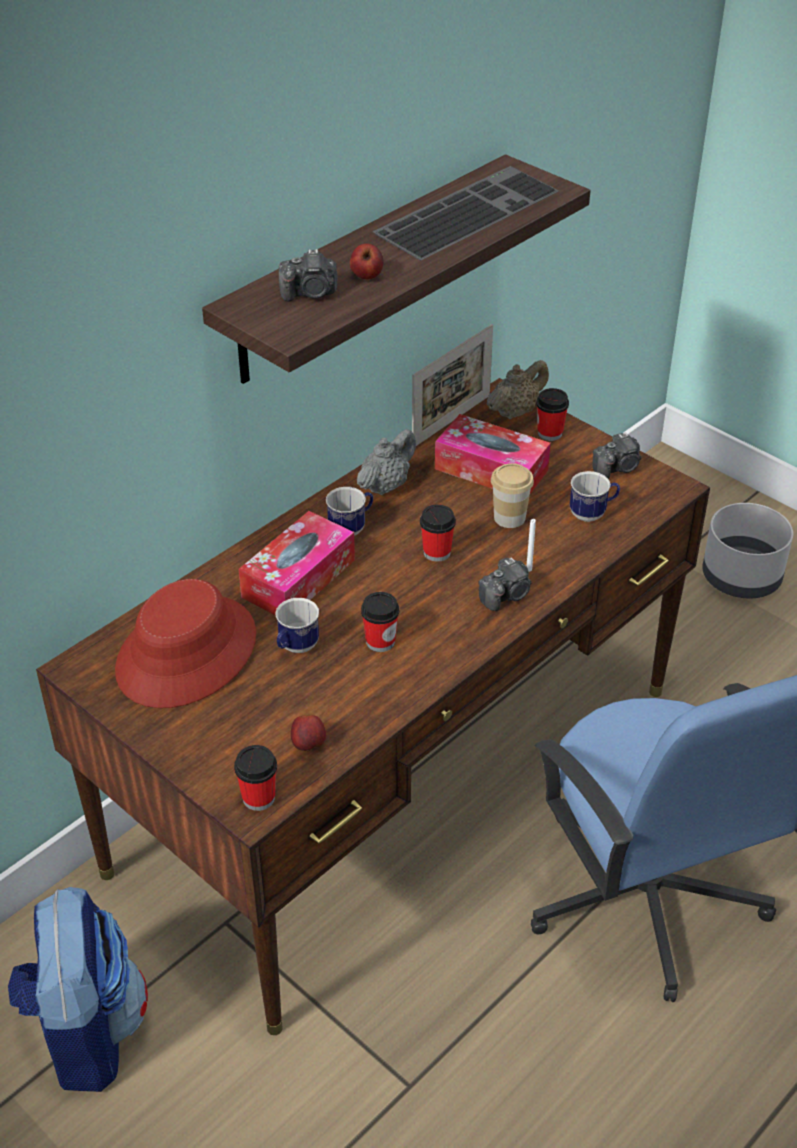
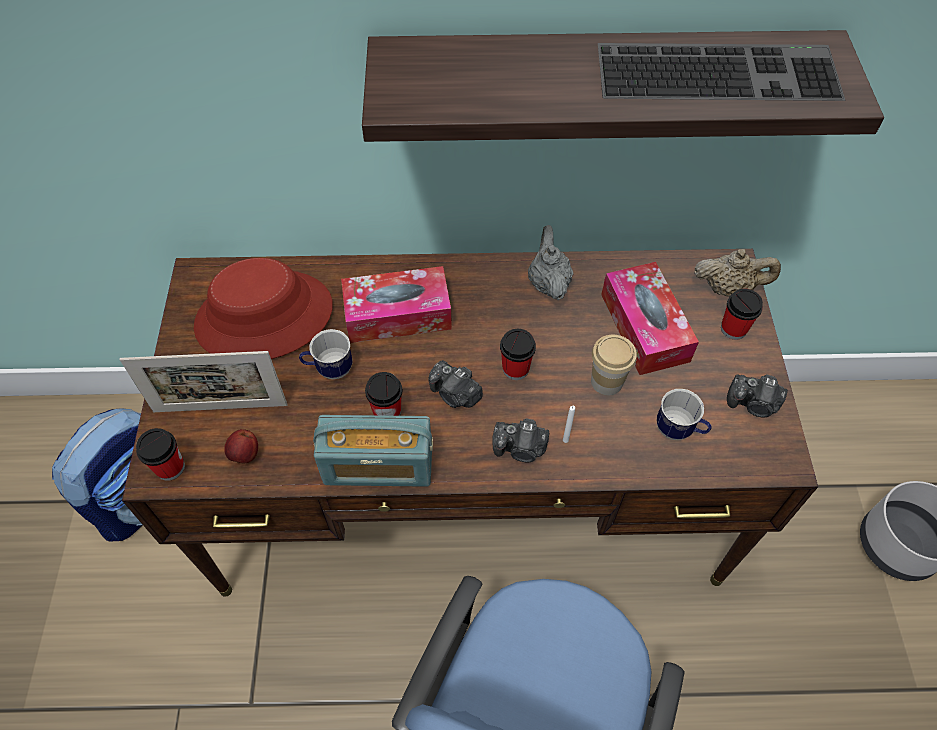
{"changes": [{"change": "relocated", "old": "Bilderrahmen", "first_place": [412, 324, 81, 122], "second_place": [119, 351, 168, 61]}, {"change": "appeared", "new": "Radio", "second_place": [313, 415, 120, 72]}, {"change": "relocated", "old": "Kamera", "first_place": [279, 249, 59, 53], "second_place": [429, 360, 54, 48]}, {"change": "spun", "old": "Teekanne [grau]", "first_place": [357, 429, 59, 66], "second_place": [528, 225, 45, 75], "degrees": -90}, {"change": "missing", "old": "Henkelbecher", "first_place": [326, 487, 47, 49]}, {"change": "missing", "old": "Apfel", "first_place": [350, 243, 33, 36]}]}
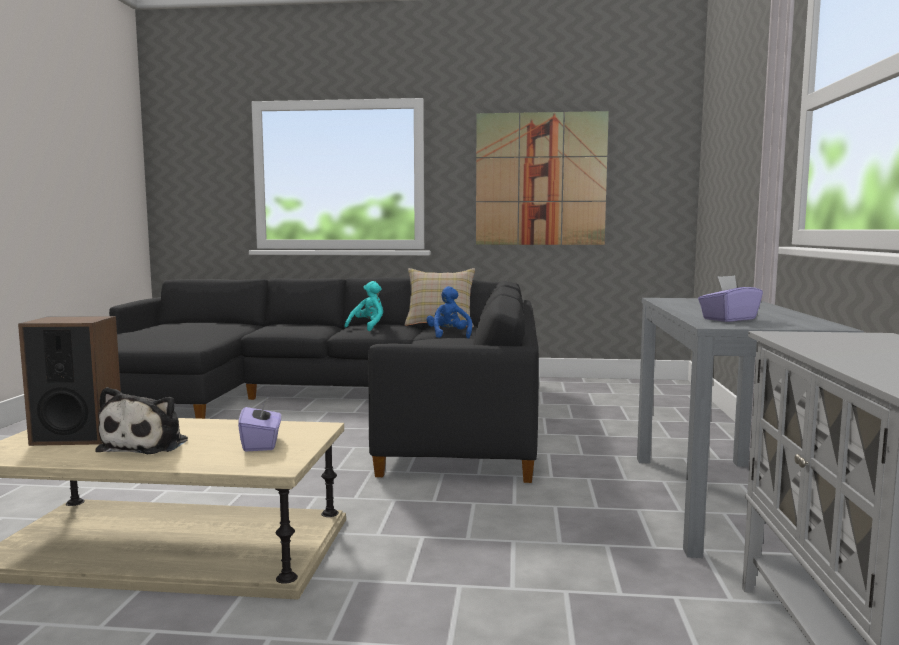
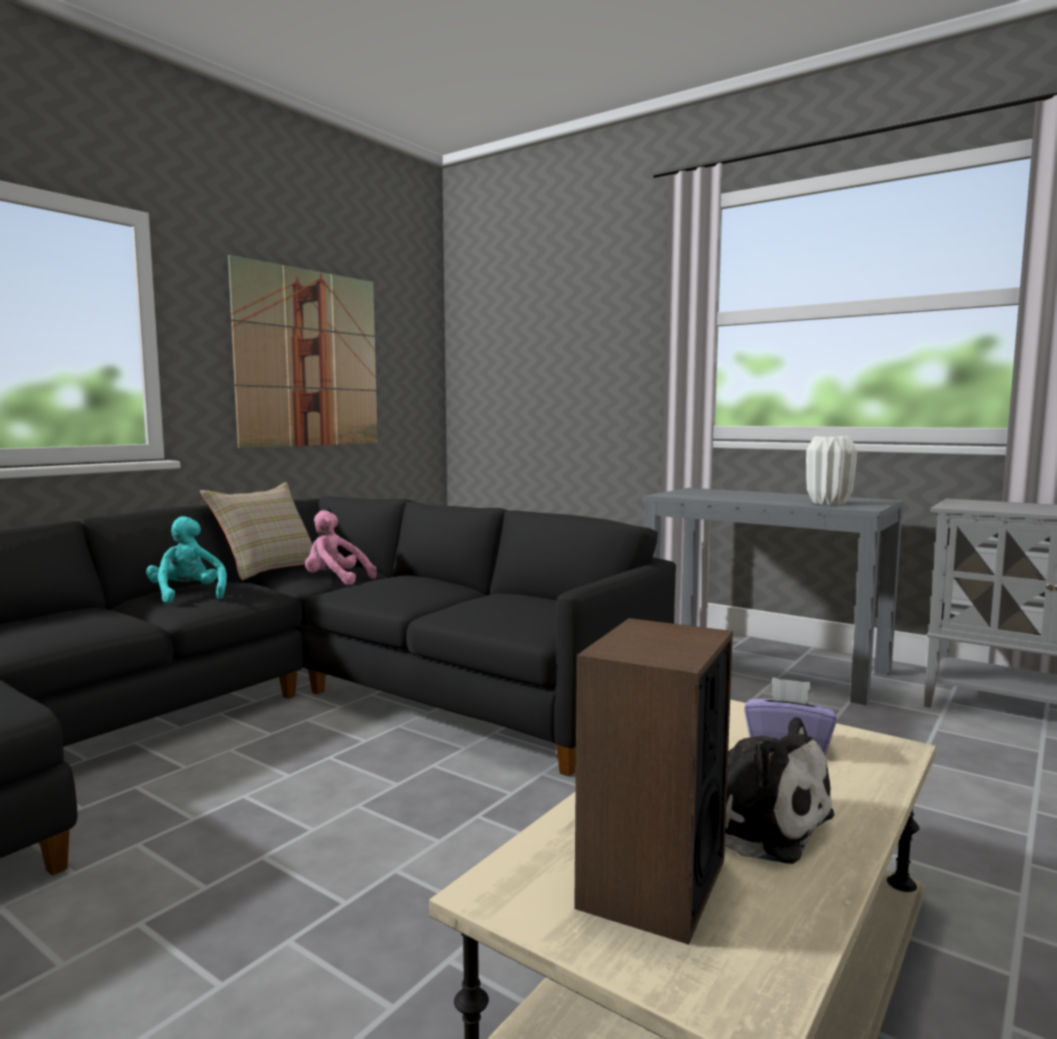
{"changes": [{"change": "colour", "old": "Plüschtier [blau]", "new": "Plüschtier [rosa]", "first_place": [426, 286, 46, 52], "second_place": [305, 510, 72, 75]}, {"change": "exchanged", "old": "Taschentuchbox [lila]", "new": "Vase [weiß]", "first_place": [698, 275, 65, 47], "second_place": [806, 436, 51, 69]}]}
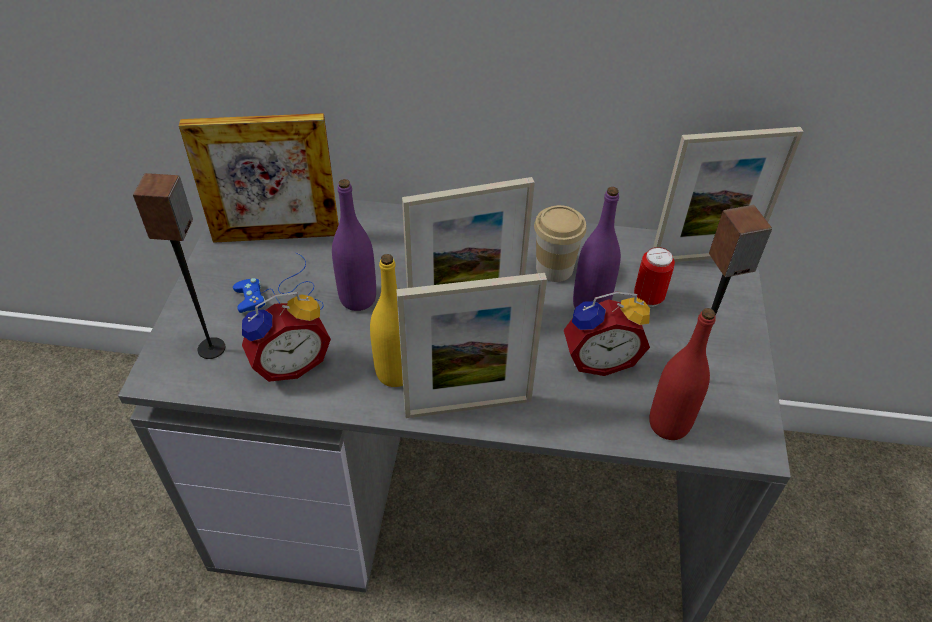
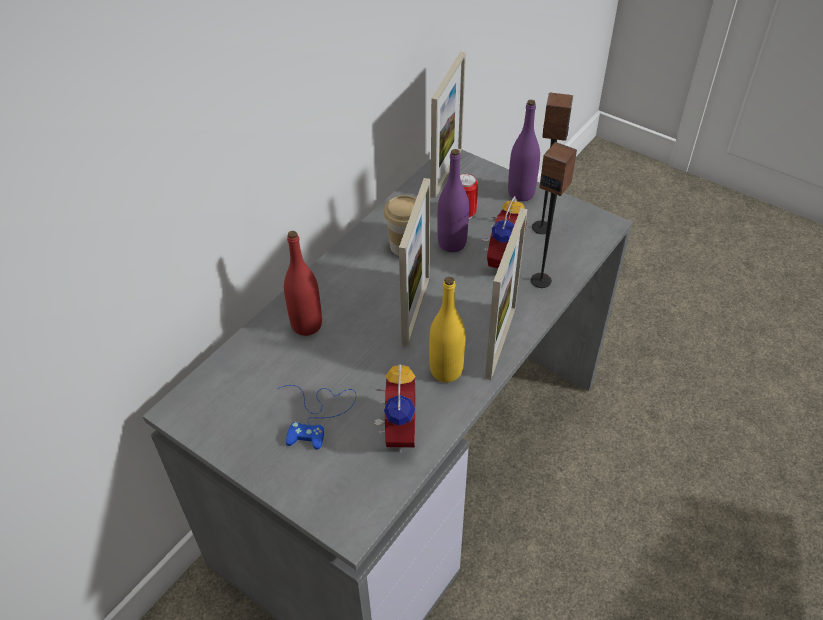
{"changes": [{"change": "relocated", "old": "Flasche [rot]", "first_place": [649, 308, 67, 132], "second_place": [284, 231, 38, 105]}, {"change": "relocated", "old": "Flasche [lila]", "first_place": [332, 179, 44, 132], "second_place": [508, 100, 32, 101]}, {"change": "relocated", "old": "Lautsprecher", "first_place": [133, 173, 92, 186], "second_place": [531, 142, 46, 146]}, {"change": "missing", "old": "Bilderrahmen", "first_place": [179, 113, 160, 130]}]}
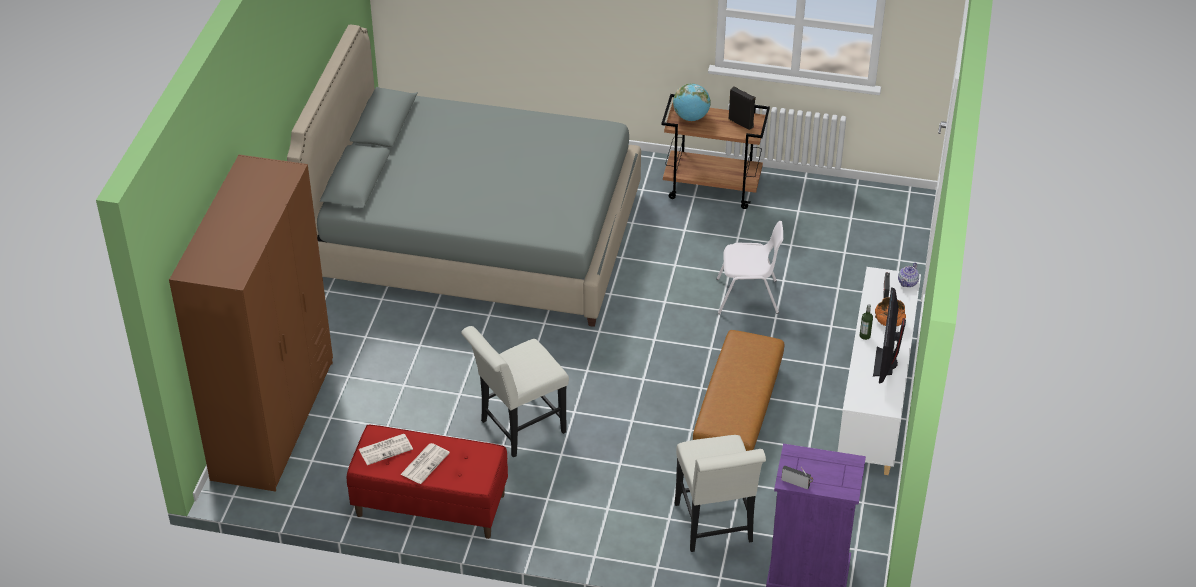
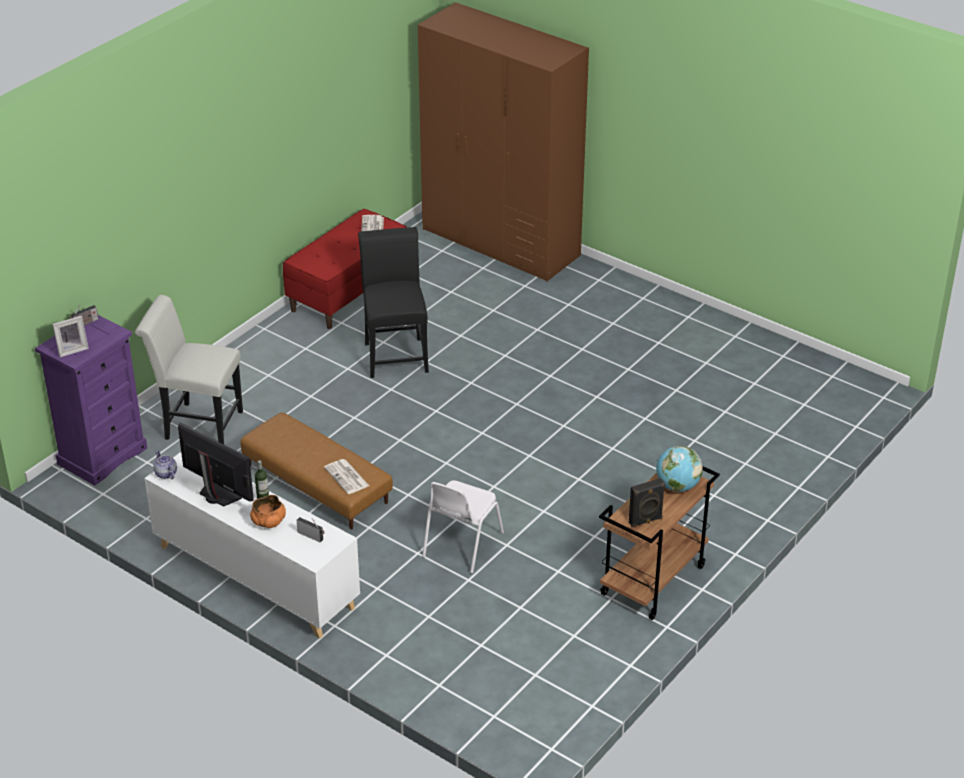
{"changes": [{"change": "appeared", "new": "Bilderrahmen", "second_place": [52, 316, 37, 41]}, {"change": "relocated", "old": "Teekanne", "first_place": [898, 263, 21, 24], "second_place": [153, 450, 24, 29]}, {"change": "relocated", "old": "Zeitung", "first_place": [400, 443, 50, 41], "second_place": [324, 459, 45, 35]}, {"change": "colour", "old": "Stuhl [weiß]", "new": "Stuhl [schwarz]", "first_place": [461, 326, 108, 132], "second_place": [358, 227, 71, 151]}, {"change": "missing", "old": "Bett [grau]", "first_place": [287, 25, 354, 302]}]}
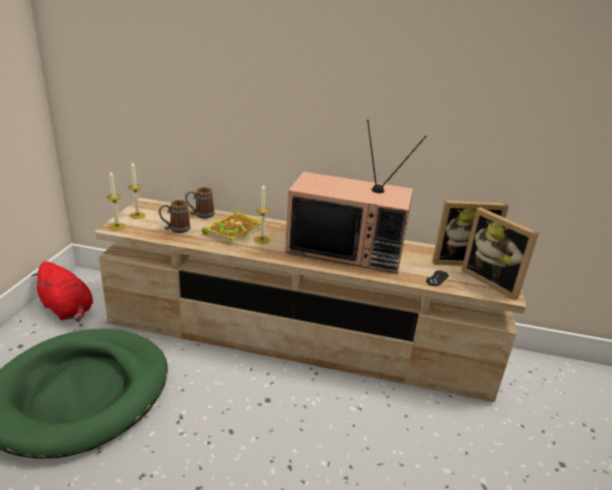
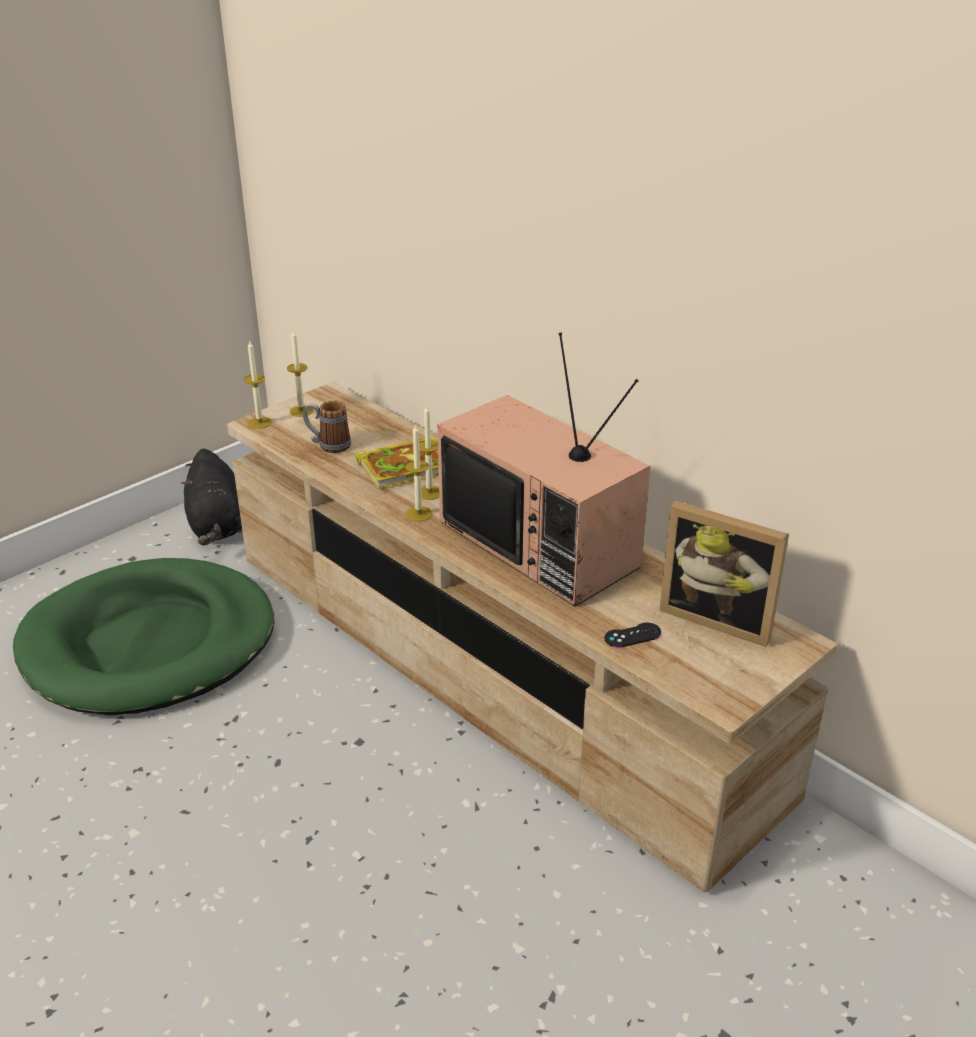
{"changes": [{"change": "colour", "old": "Plüschtier [rot]", "new": "Plüschtier [schwarz]", "first_place": [31, 261, 62, 60], "second_place": [181, 449, 61, 96]}, {"change": "appeared", "new": "Kerze", "second_place": [405, 424, 28, 98]}, {"change": "missing", "old": "Henkelbecher", "first_place": [185, 187, 29, 31]}, {"change": "missing", "old": "Bilderrahmen", "first_place": [461, 207, 78, 93]}]}
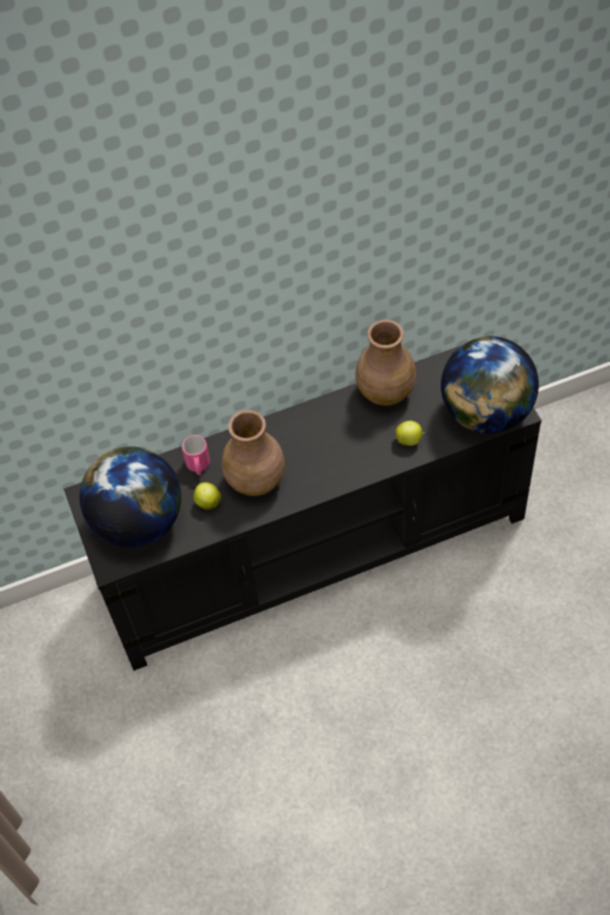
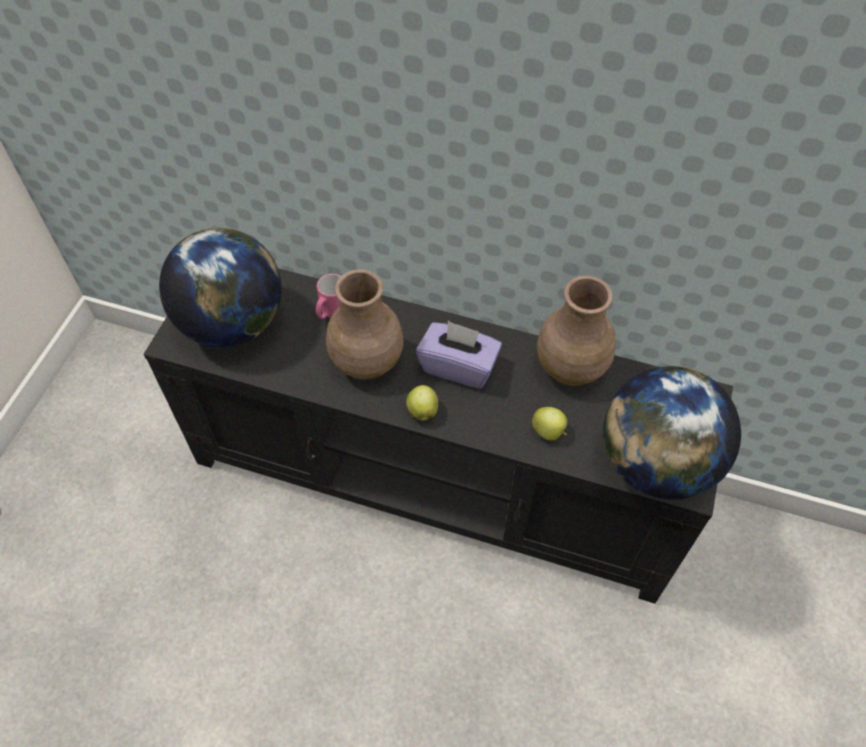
{"changes": [{"change": "relocated", "old": "Apfel", "first_place": [194, 482, 27, 28], "second_place": [406, 385, 32, 36]}, {"change": "appeared", "new": "Taschentuchbox [lila]", "second_place": [416, 321, 86, 68]}]}
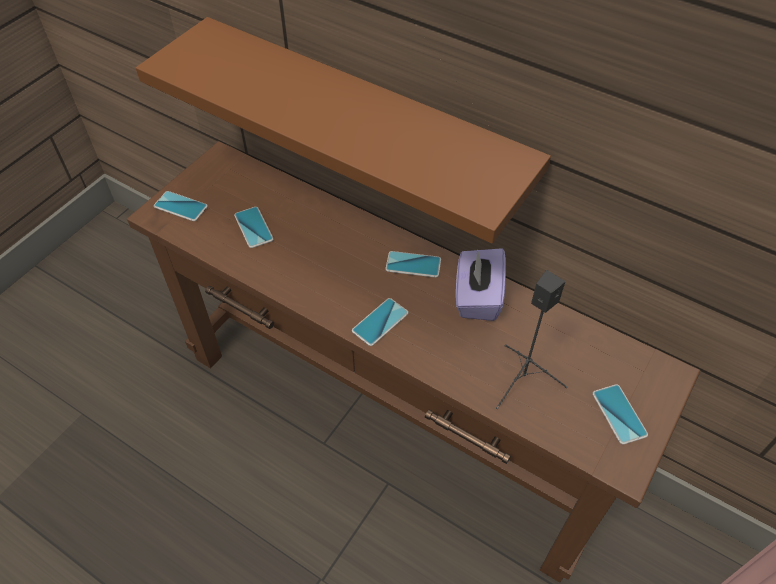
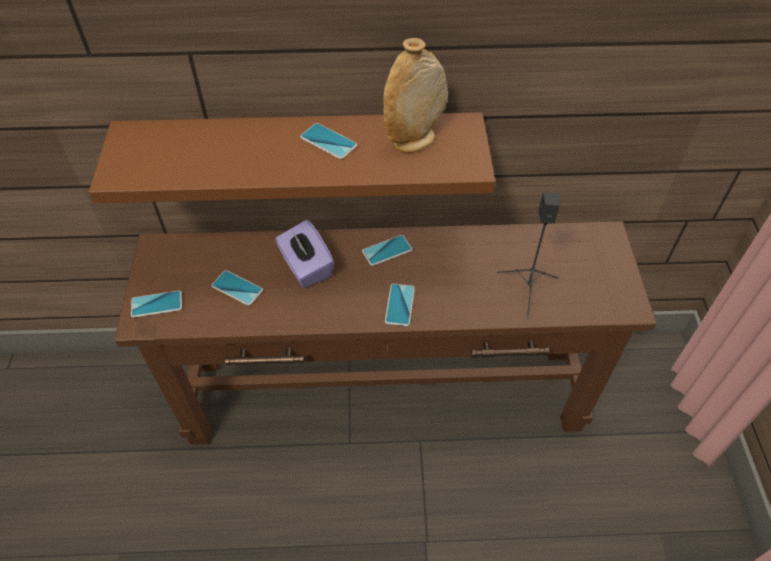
{"changes": [{"change": "relocated", "old": "Taschentuchbox [lila]", "first_place": [456, 248, 50, 73], "second_place": [275, 220, 59, 68]}, {"change": "relocated", "old": "Handy", "first_place": [592, 384, 56, 61], "second_place": [300, 123, 57, 36]}, {"change": "appeared", "new": "Vase [beige]", "second_place": [383, 38, 65, 115]}]}
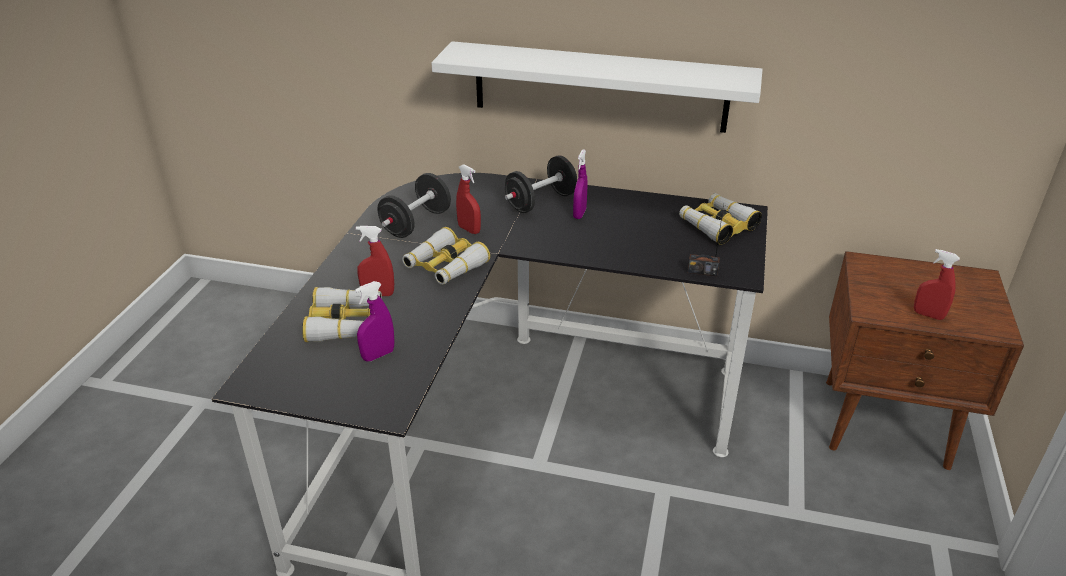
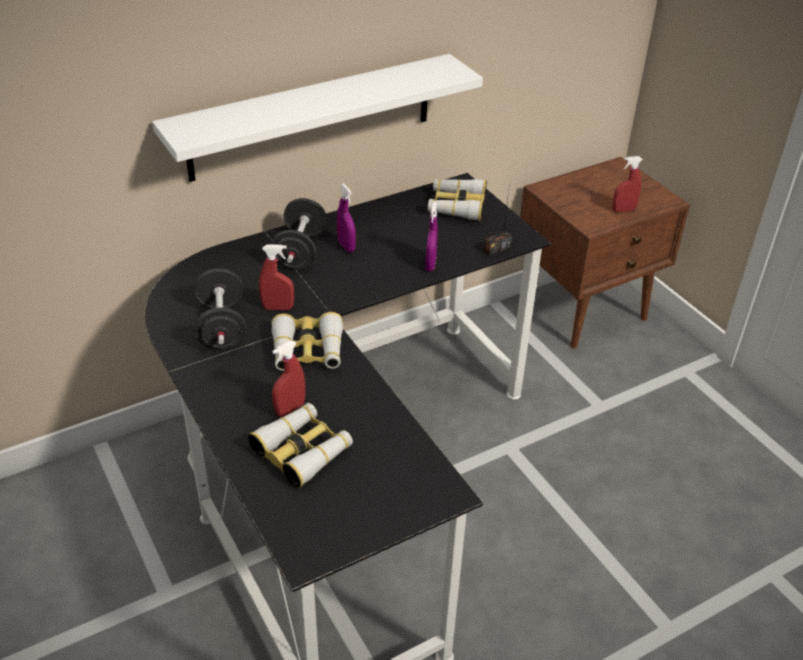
{"changes": [{"change": "relocated", "old": "Sprühflasche [lila]", "first_place": [355, 281, 40, 80], "second_place": [425, 201, 13, 70]}]}
